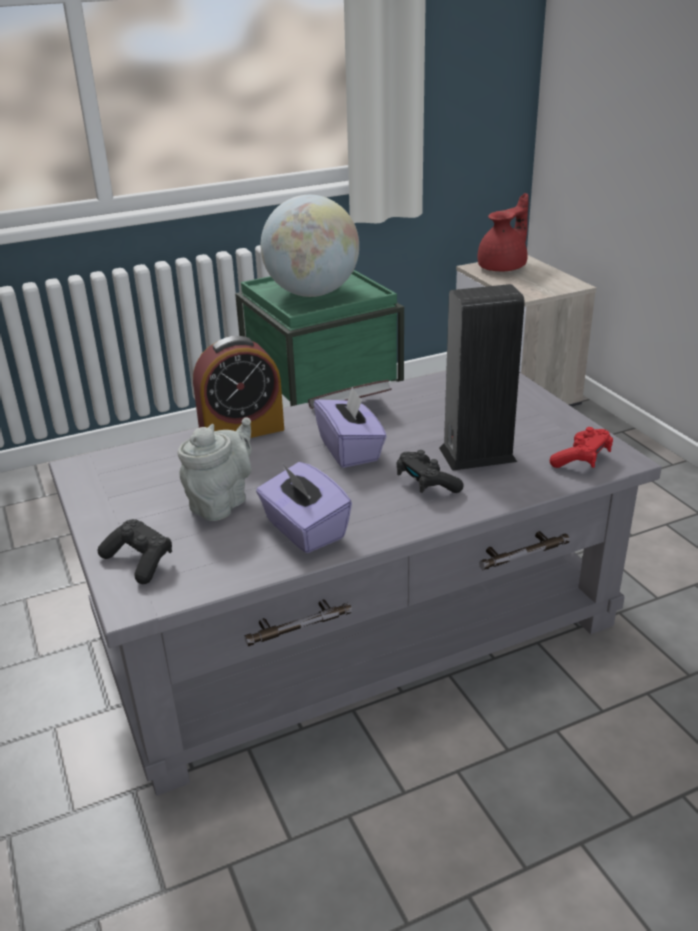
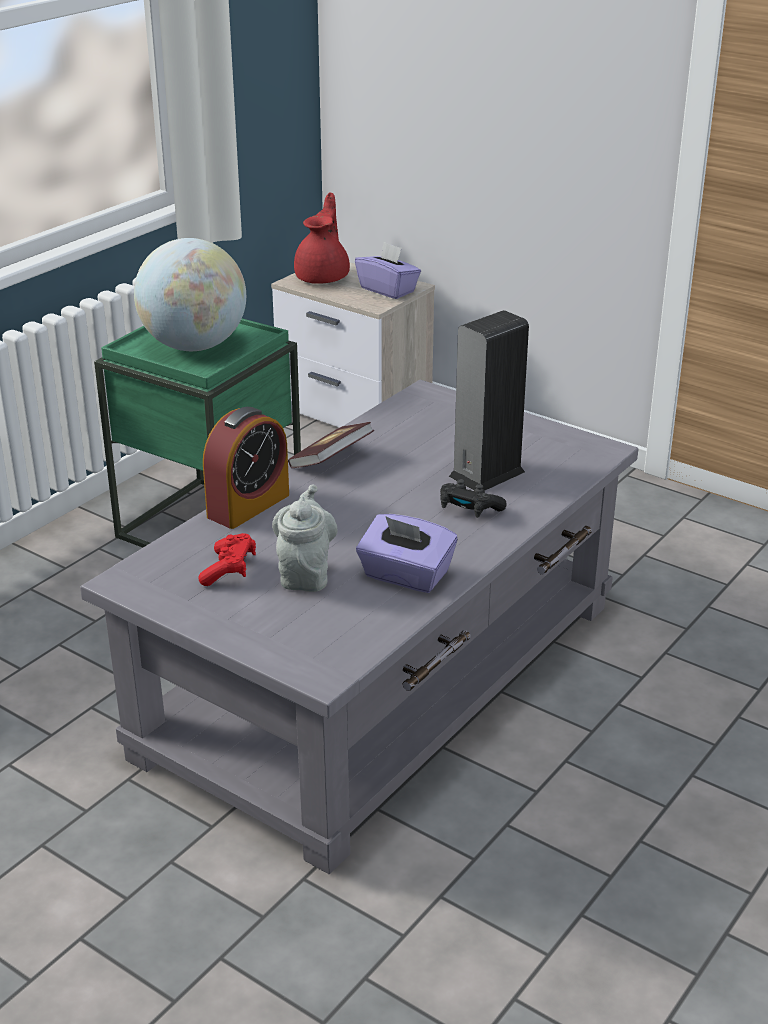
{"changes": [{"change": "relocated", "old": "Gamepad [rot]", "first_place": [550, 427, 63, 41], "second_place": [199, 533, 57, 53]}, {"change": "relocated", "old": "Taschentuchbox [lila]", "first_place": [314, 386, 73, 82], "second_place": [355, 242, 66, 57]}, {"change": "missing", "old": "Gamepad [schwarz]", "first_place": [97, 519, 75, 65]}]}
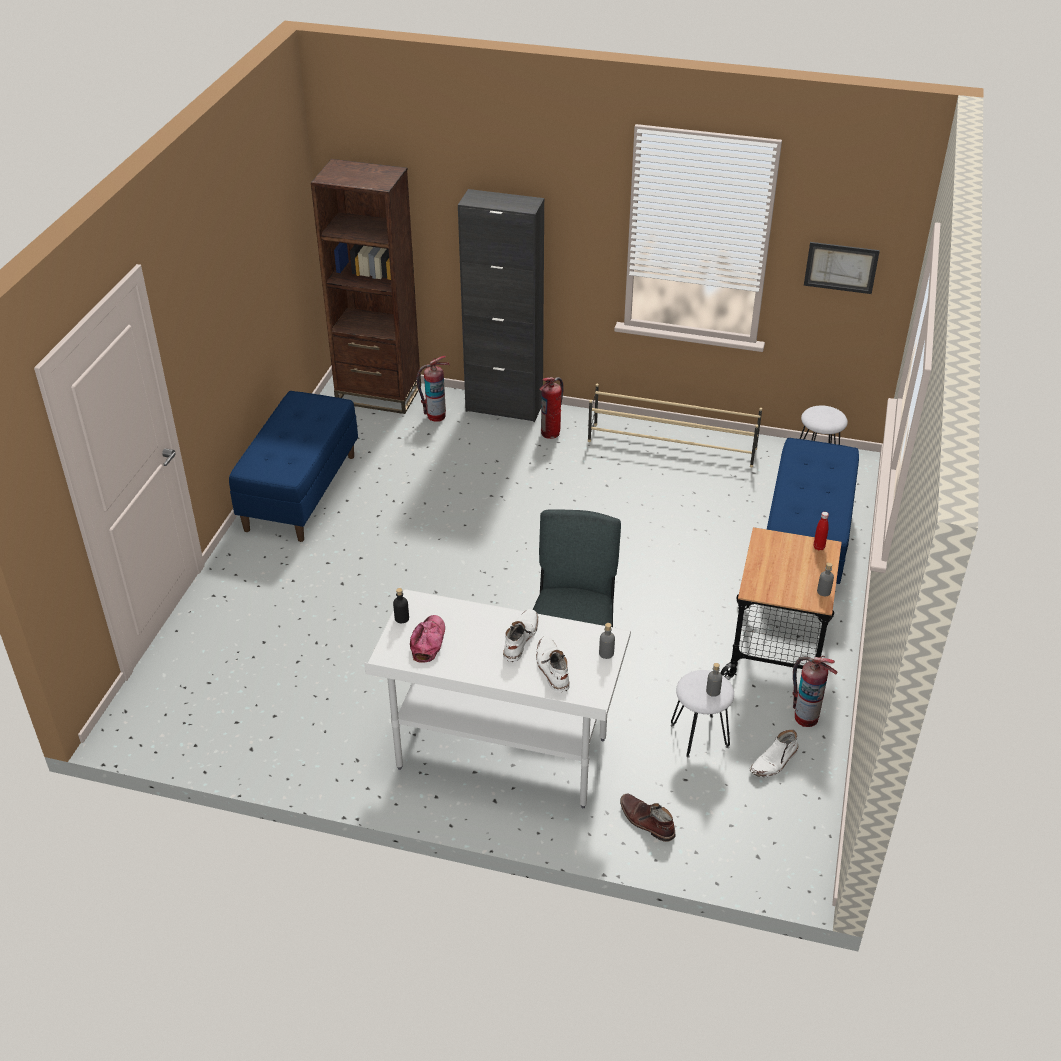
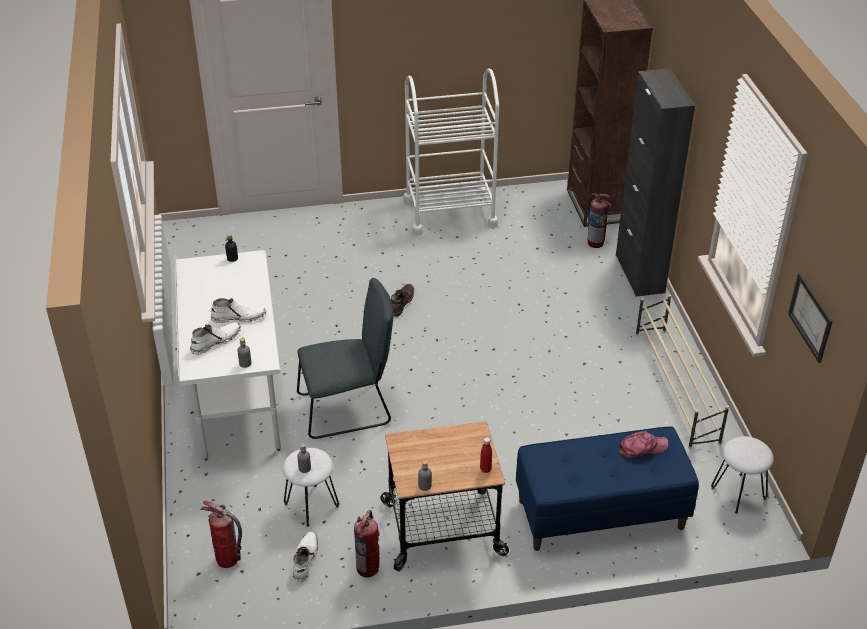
{"changes": [{"change": "relocated", "old": "Feuerlöscher", "first_place": [539, 377, 25, 62], "second_place": [201, 501, 41, 67]}, {"change": "spun", "old": "Stiefel [weiß]", "first_place": [749, 730, 50, 47], "second_place": [293, 532, 25, 50], "degrees": 75}, {"change": "relocated", "old": "Stiefel [braun]", "first_place": [620, 794, 55, 48], "second_place": [391, 284, 23, 33]}, {"change": "exchanged", "old": "Bank [blau]", "new": "Rollwagen [weiß]", "first_place": [229, 391, 129, 151], "second_place": [404, 68, 95, 168]}, {"change": "relocated", "old": "Kappe", "first_place": [410, 615, 35, 47], "second_place": [618, 431, 51, 27]}]}
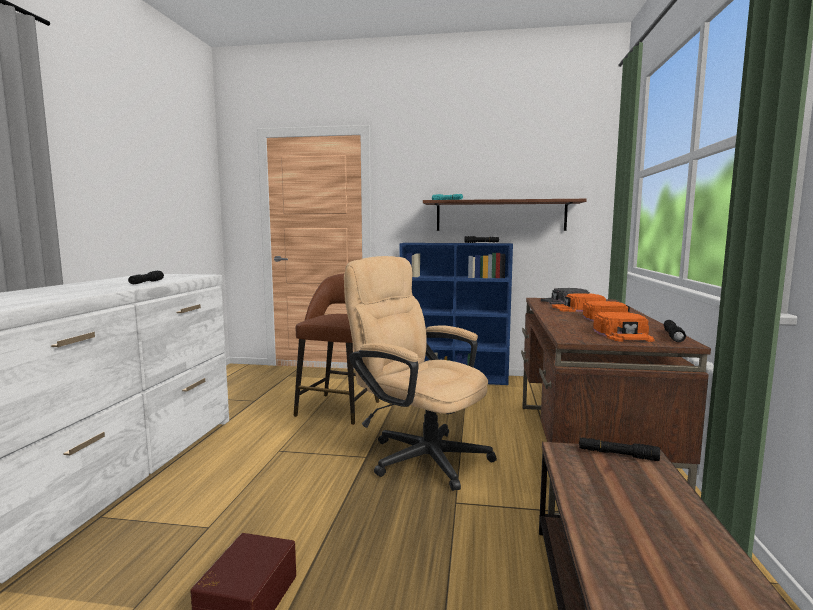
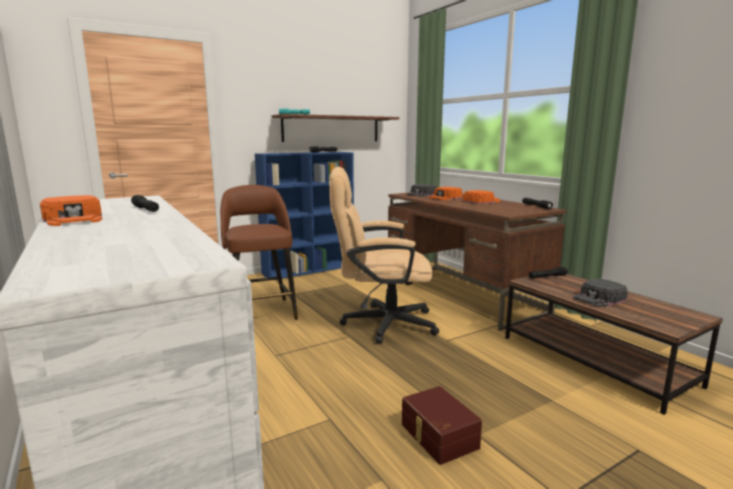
{"changes": [{"change": "relocated", "old": "Kappe [orange]", "first_place": [593, 312, 62, 30], "second_place": [40, 195, 62, 31]}, {"change": "appeared", "new": "Kappe [schwarz]", "second_place": [573, 279, 55, 28]}]}
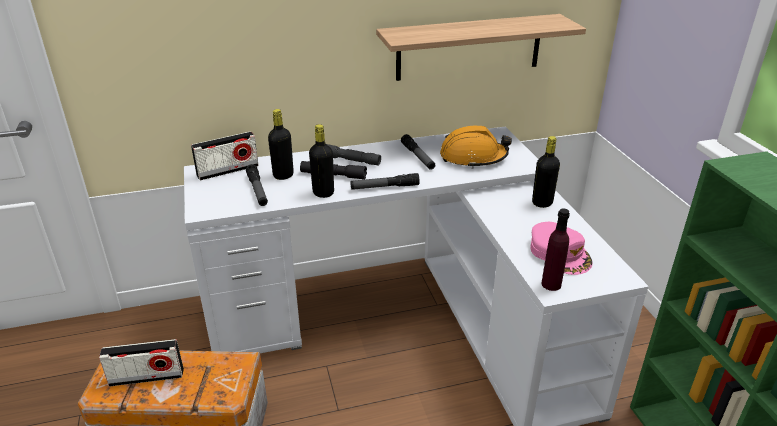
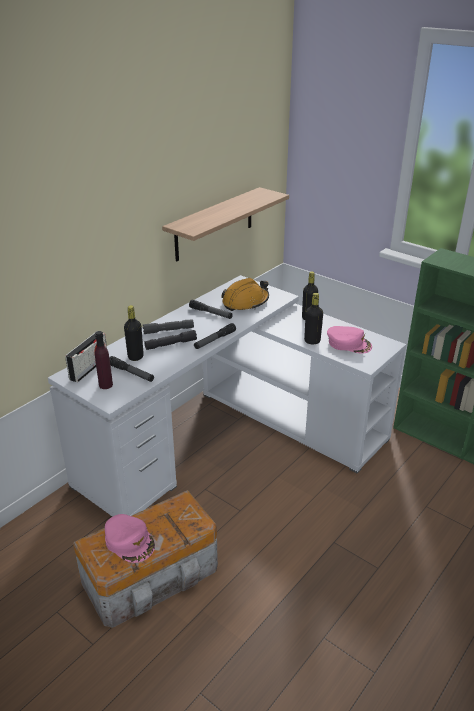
{"changes": [{"change": "relocated", "old": "Flasche [lila]", "first_place": [541, 209, 29, 82], "second_place": [95, 331, 18, 58]}, {"change": "exchanged", "old": "Radio", "new": "Kappe [rosa]", "first_place": [99, 339, 85, 48], "second_place": [105, 514, 50, 49]}, {"change": "relocated", "old": "Flasche [schwarz]", "first_place": [309, 124, 25, 74], "second_place": [304, 293, 19, 51]}]}
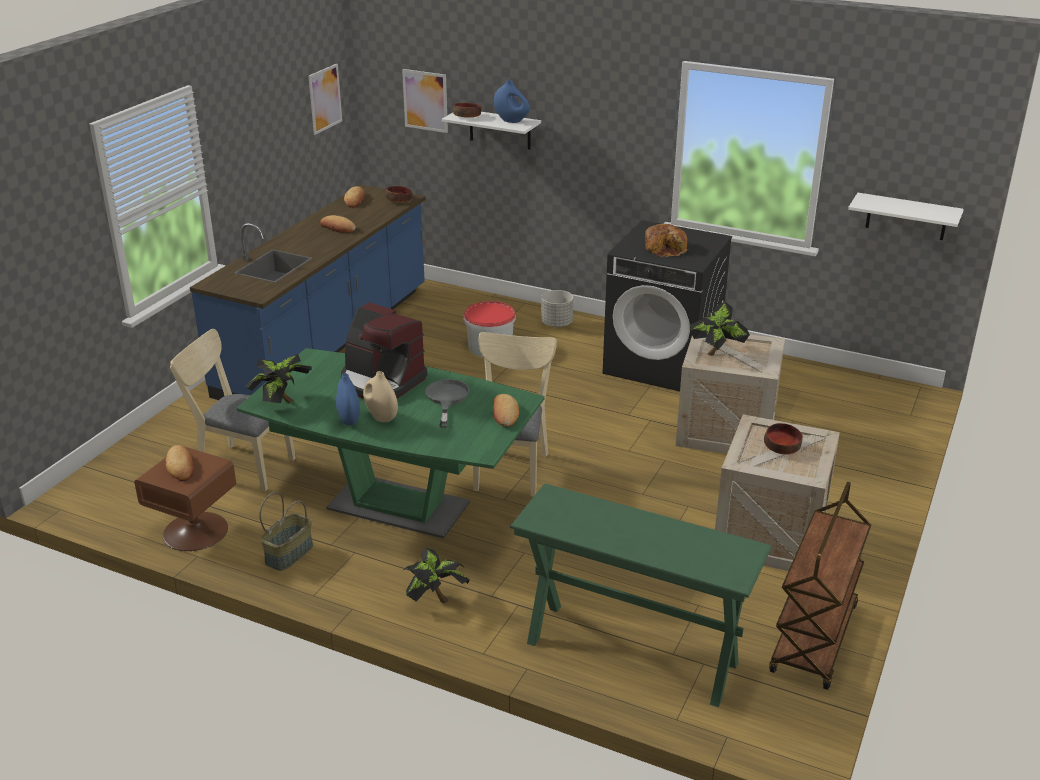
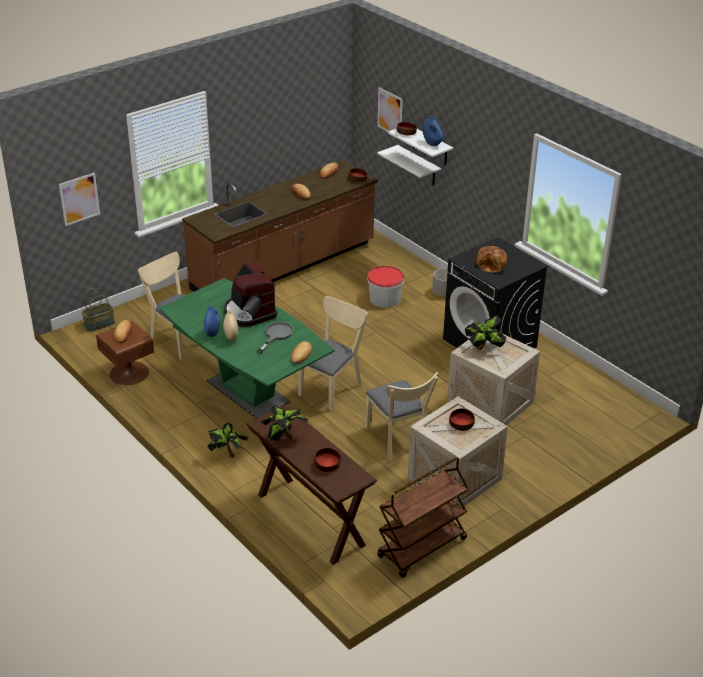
{"changes": [{"change": "relocated", "old": "Bild", "first_place": [308, 64, 34, 71], "second_place": [59, 173, 41, 53]}, {"change": "relocated", "old": "Korb", "first_place": [259, 492, 54, 79], "second_place": [82, 288, 33, 44]}, {"change": "colour", "old": "Küchenzeile [blau]", "new": "Küchenzeile [braun]", "first_place": [190, 185, 236, 215], "second_place": [182, 160, 196, 132]}, {"change": "colour", "old": "Konsolentisch [grün]", "new": "Konsolentisch [braun]", "first_place": [510, 483, 262, 224], "second_place": [246, 404, 131, 161]}, {"change": "relocated", "old": "Topfpflanze", "first_place": [245, 354, 67, 49], "second_place": [260, 406, 48, 35]}, {"change": "appeared", "new": "Schüssel", "second_place": [314, 448, 27, 24]}, {"change": "appeared", "new": "Stuhl [beige]", "second_place": [365, 372, 73, 87]}, {"change": "relocated", "old": "Wandregal [weiß]", "first_place": [848, 193, 116, 47], "second_place": [377, 145, 64, 40]}]}
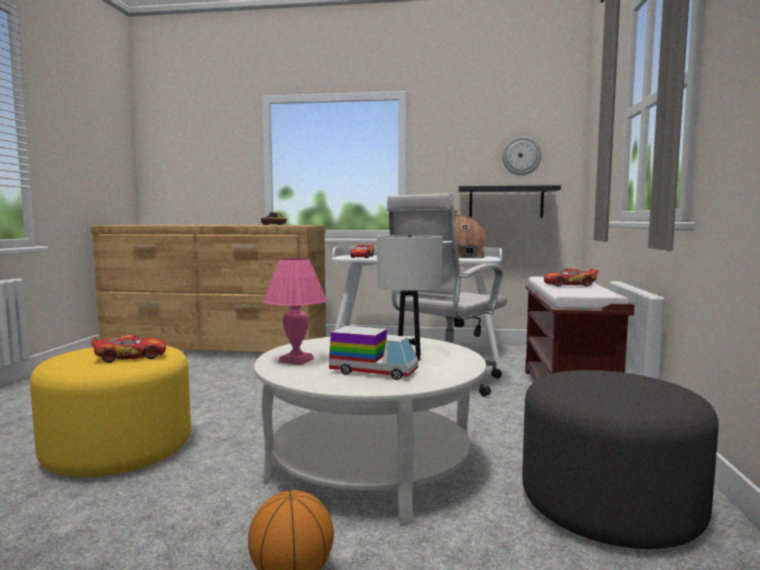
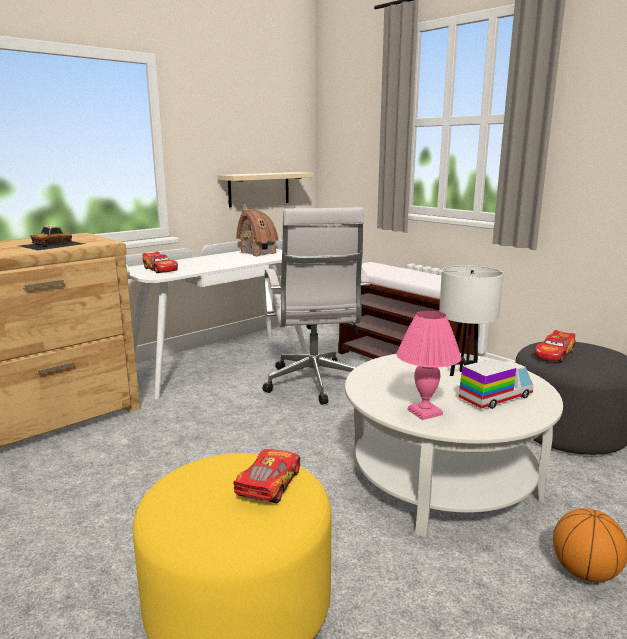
{"changes": [{"change": "colour", "old": "Wandregal [schwarz]", "new": "Wandregal [beige]", "first_place": [458, 185, 103, 33], "second_place": [217, 172, 96, 36]}, {"change": "relocated", "old": "Spielzeugauto", "first_place": [544, 268, 55, 18], "second_place": [535, 330, 40, 32]}, {"change": "missing", "old": "Wanduhr", "first_place": [502, 136, 40, 39]}]}
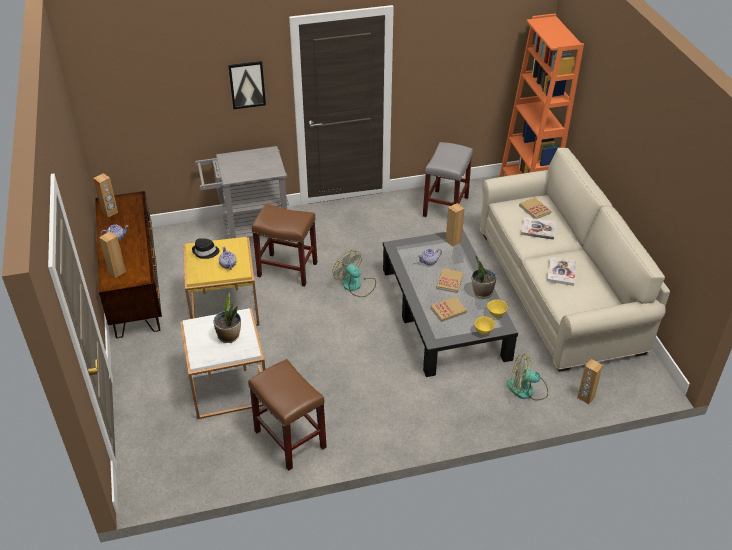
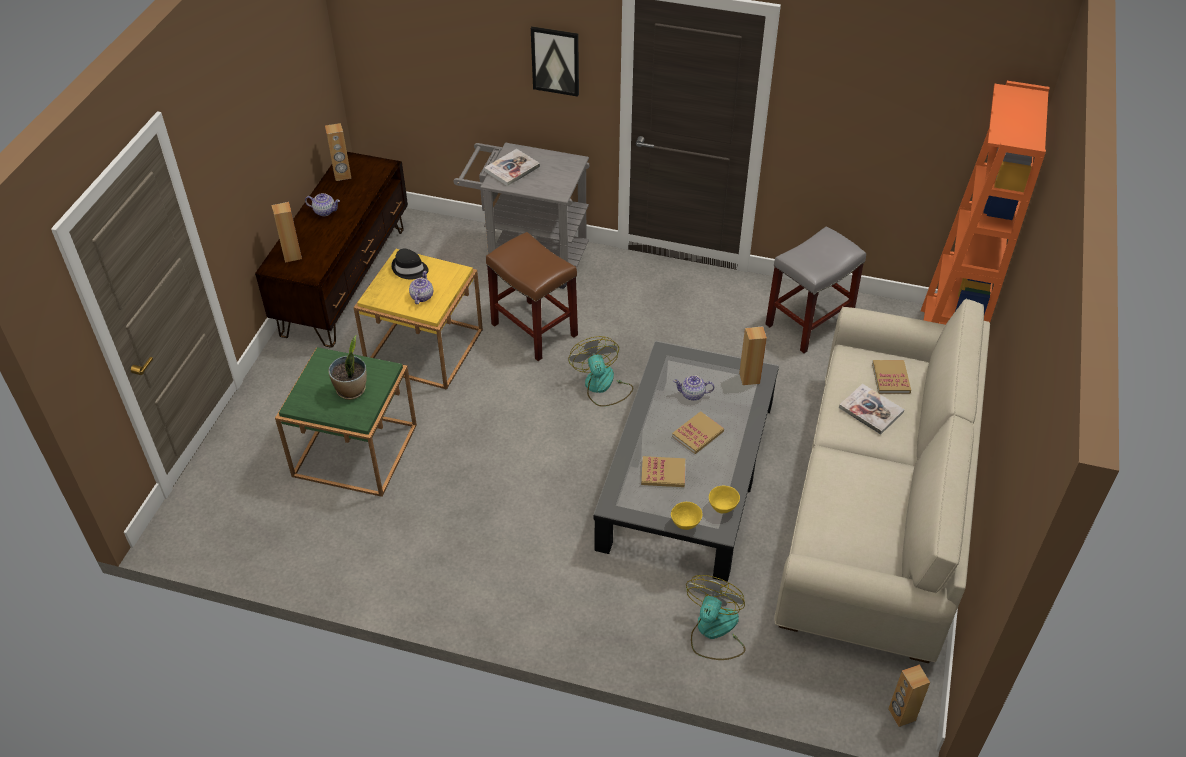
{"changes": [{"change": "colour", "old": "Beistelltisch [weiß]", "new": "Beistelltisch [grün]", "first_place": [180, 308, 85, 111], "second_place": [275, 347, 142, 150]}, {"change": "relocated", "old": "Buch", "first_place": [547, 257, 30, 29], "second_place": [484, 149, 56, 37]}, {"change": "spun", "old": "Ventilator", "first_place": [507, 354, 41, 47], "second_place": [686, 575, 59, 85], "degrees": 75}, {"change": "relocated", "old": "Lautsprecher [braun]", "first_place": [577, 359, 26, 45], "second_place": [888, 665, 42, 62]}, {"change": "missing", "old": "Hocker [braun]", "first_place": [248, 359, 79, 112]}, {"change": "missing", "old": "Topfpflanze", "first_place": [472, 256, 24, 42]}]}
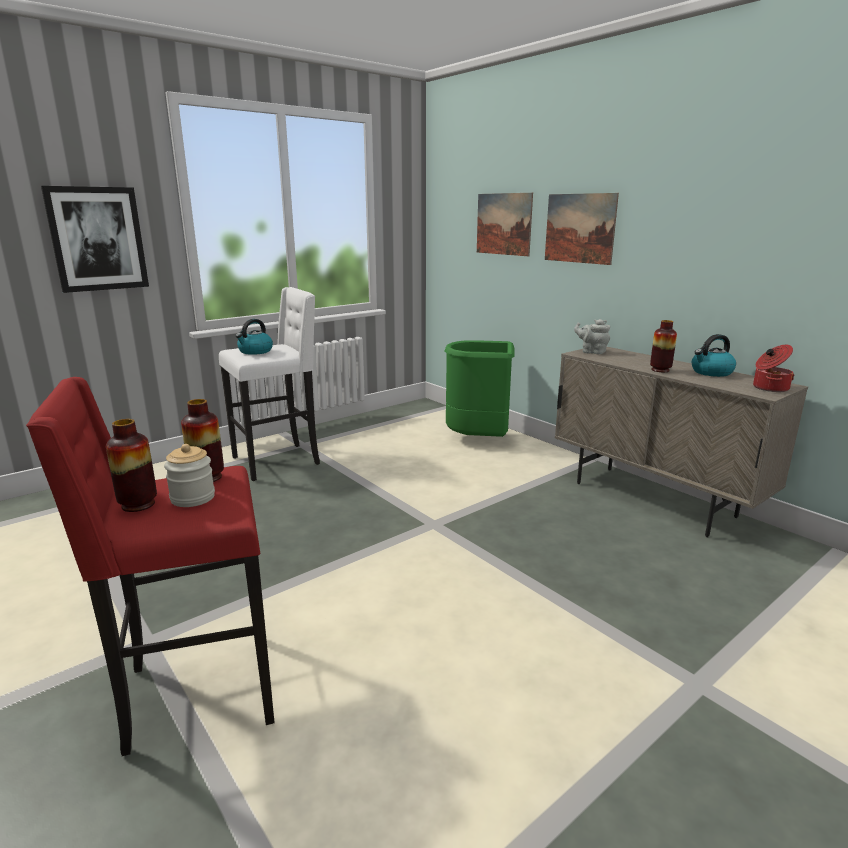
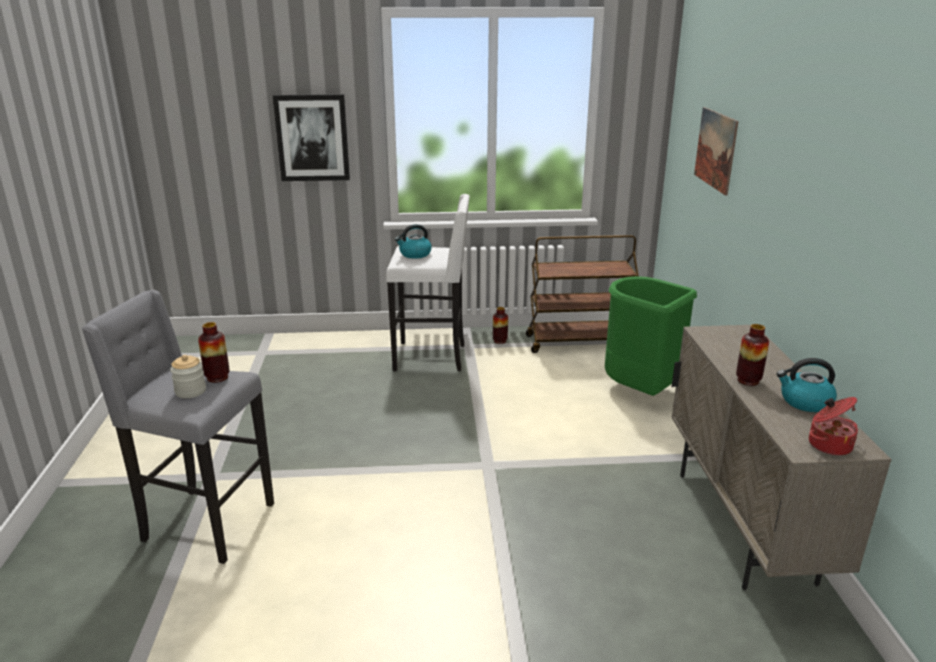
{"changes": [{"change": "colour", "old": "Hocker [rot]", "new": "Hocker [grau]", "first_place": [26, 377, 249, 379], "second_place": [81, 290, 193, 274]}, {"change": "relocated", "old": "Vase", "first_place": [106, 419, 51, 93], "second_place": [493, 307, 15, 37]}, {"change": "appeared", "new": "Rollwagen [braun]", "second_place": [526, 235, 113, 118]}, {"change": "missing", "old": "Bild", "first_place": [545, 193, 74, 72]}, {"change": "missing", "old": "Teekanne [grau]", "first_place": [574, 319, 36, 35]}]}
